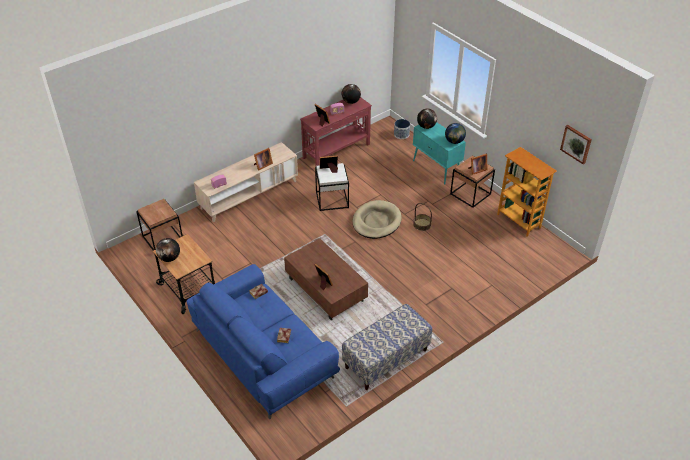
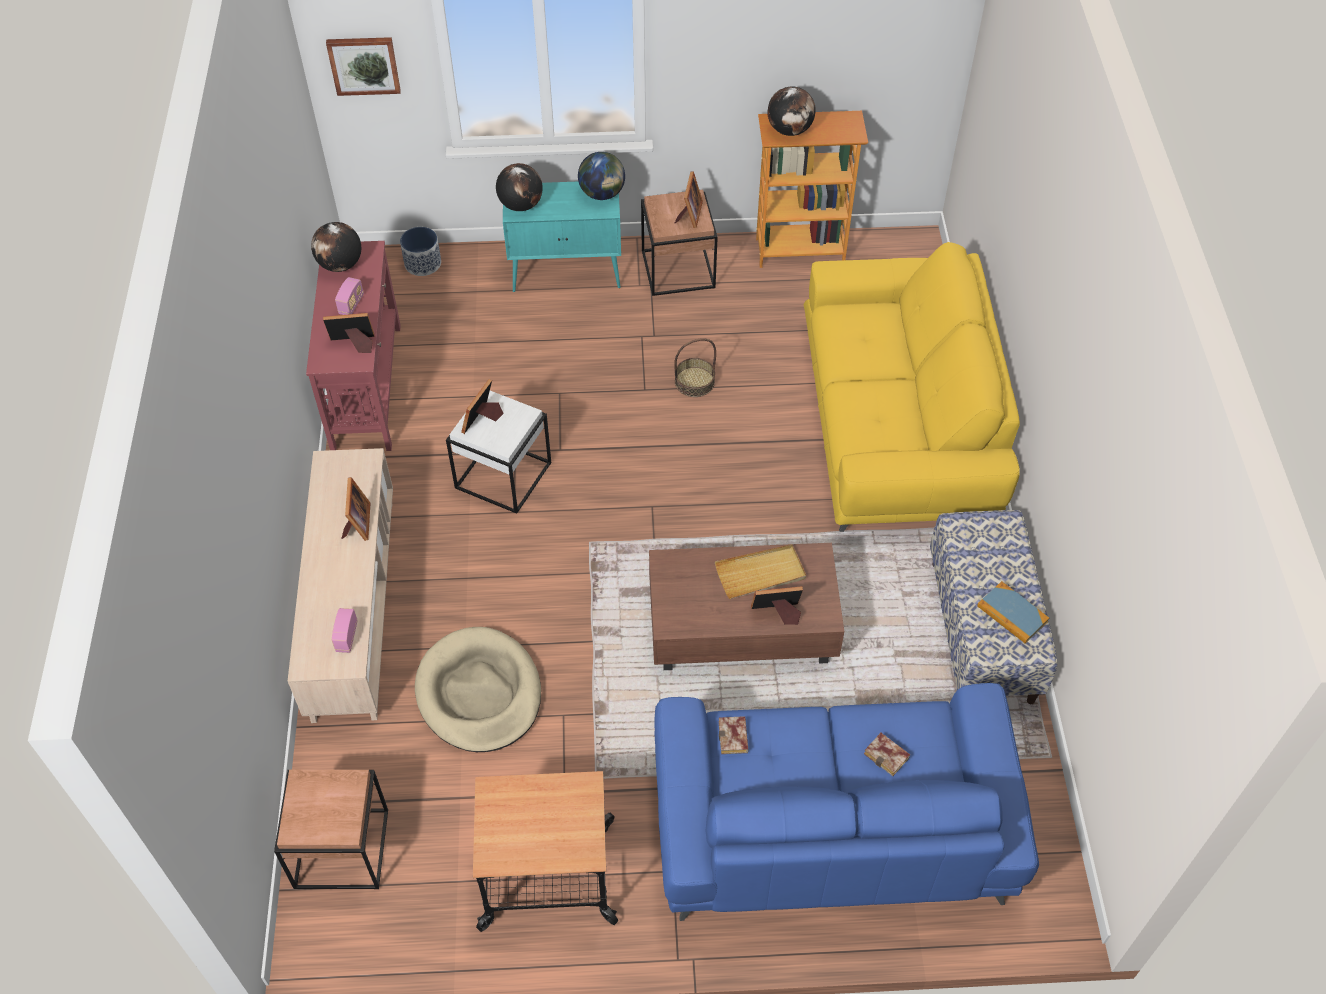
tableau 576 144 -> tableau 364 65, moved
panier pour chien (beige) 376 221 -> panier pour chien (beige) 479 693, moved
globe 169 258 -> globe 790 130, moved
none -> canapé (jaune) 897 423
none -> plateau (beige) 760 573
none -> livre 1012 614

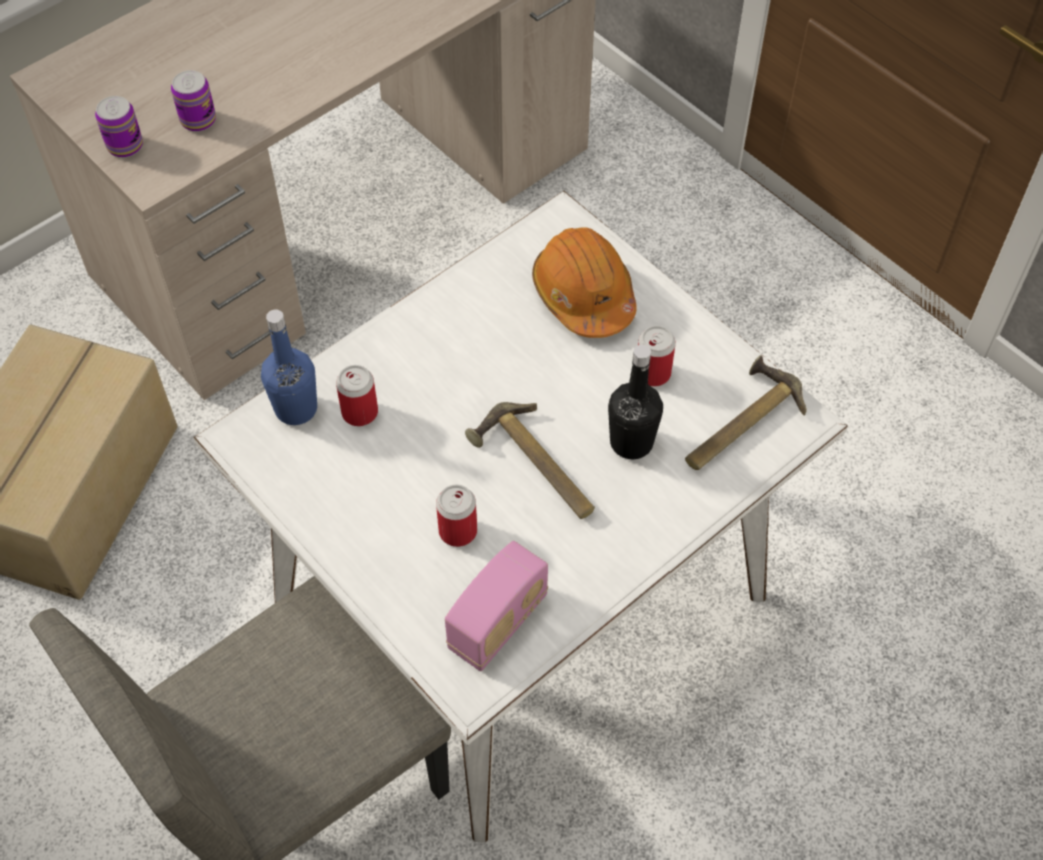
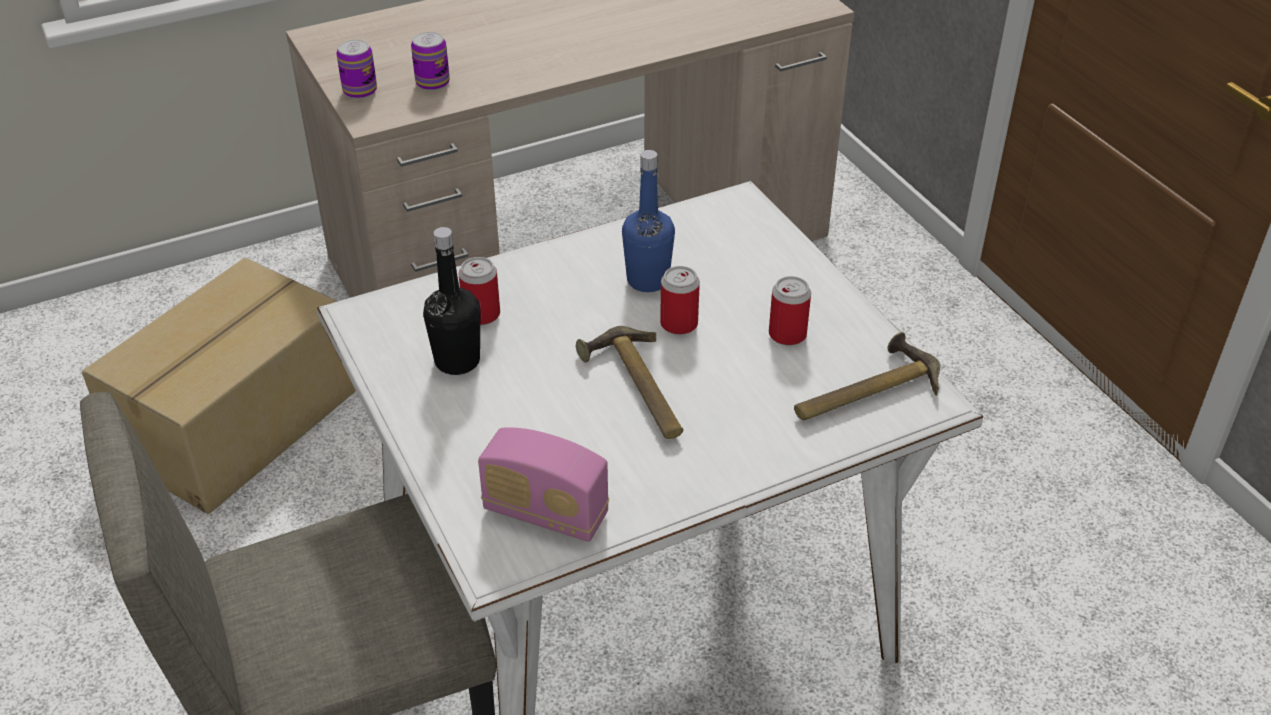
casque de chantier (orange) 583 295 -> none
bouteille (bleu) 296 408 -> bouteille (bleu) 648 280, moved
bouteille (noir) 631 442 -> bouteille (noir) 457 361, moved
boîte métallique 458 531 -> boîte métallique 679 324, moved
radio 498 623 -> radio 545 513, 60 degrees clockwise

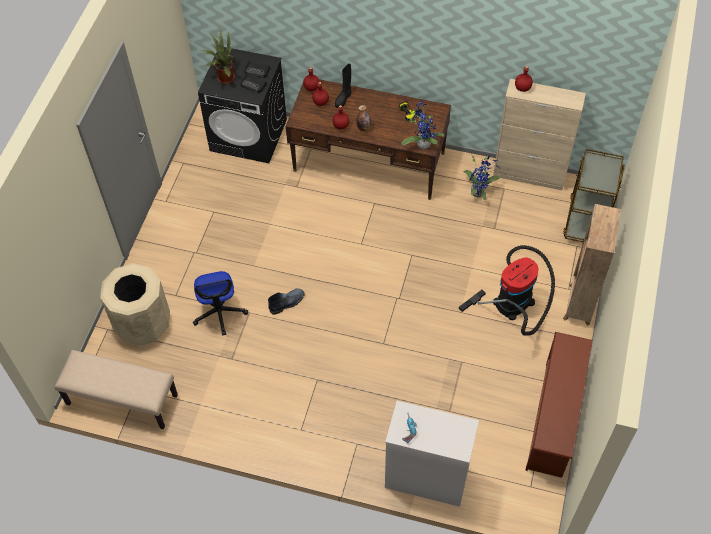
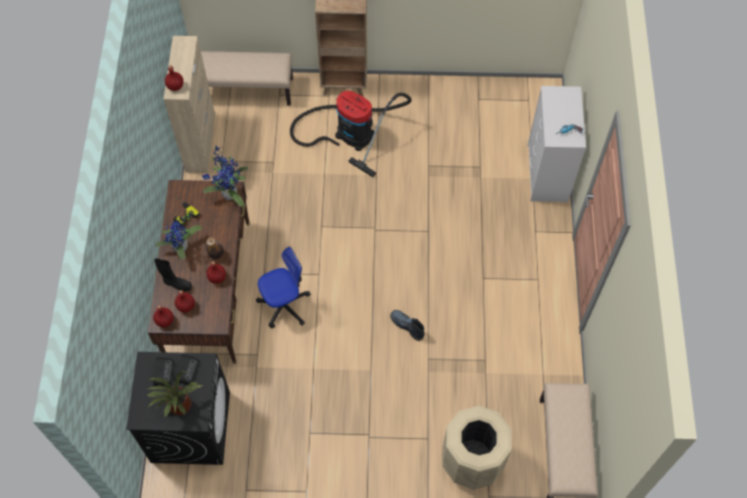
chariot (marron) 587 220 -> banc (beige) 246 90
chaise de bureau 219 312 -> chaise de bureau 284 305, moved
étagère à chaussures (marron) 554 419 -> none
none -> plante en pot 181 248

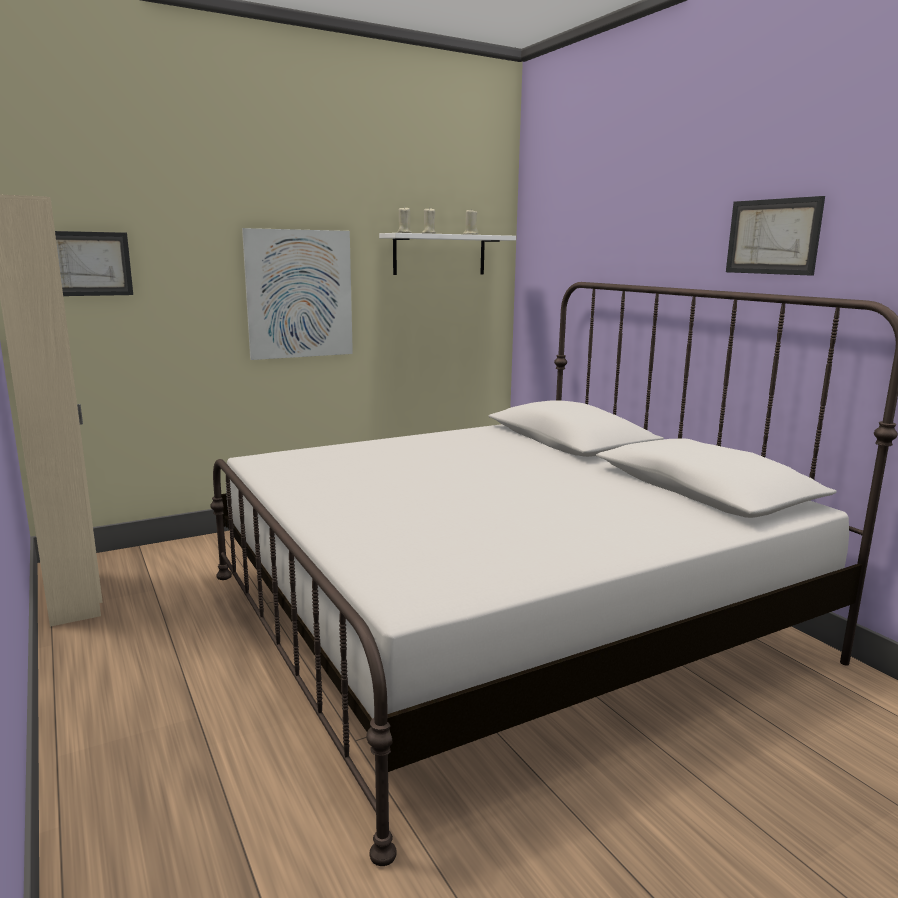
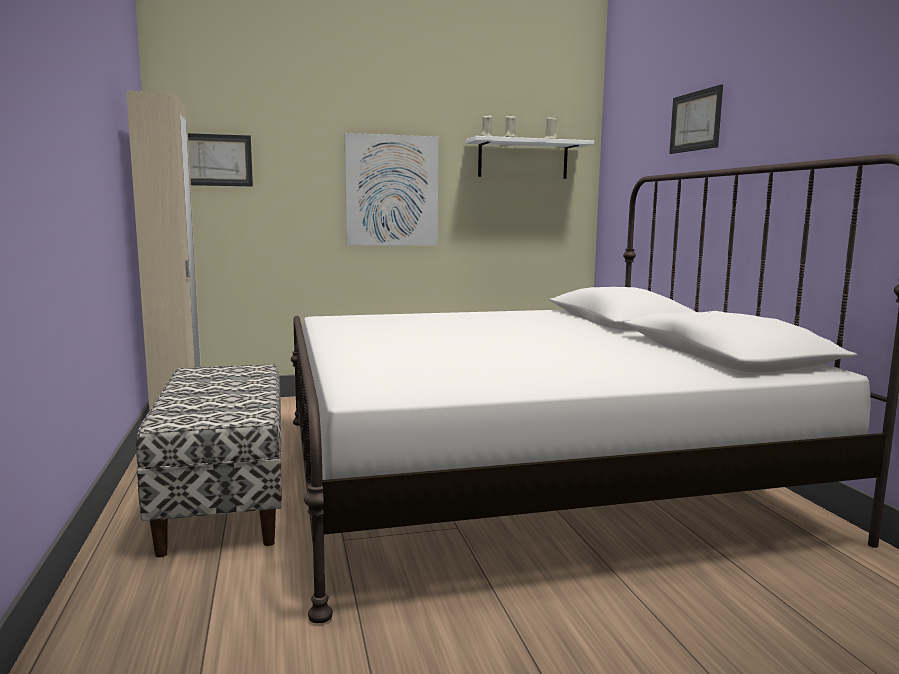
tableau 773 236 -> tableau 695 121, moved
none -> banc 226 498

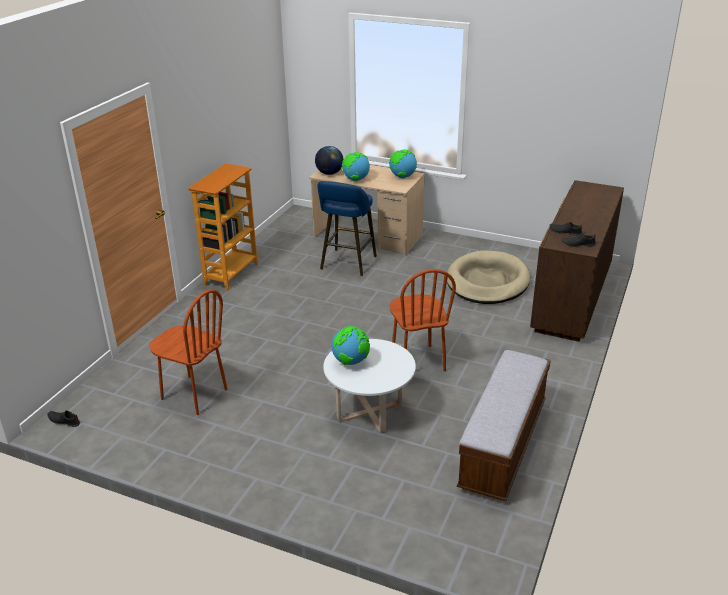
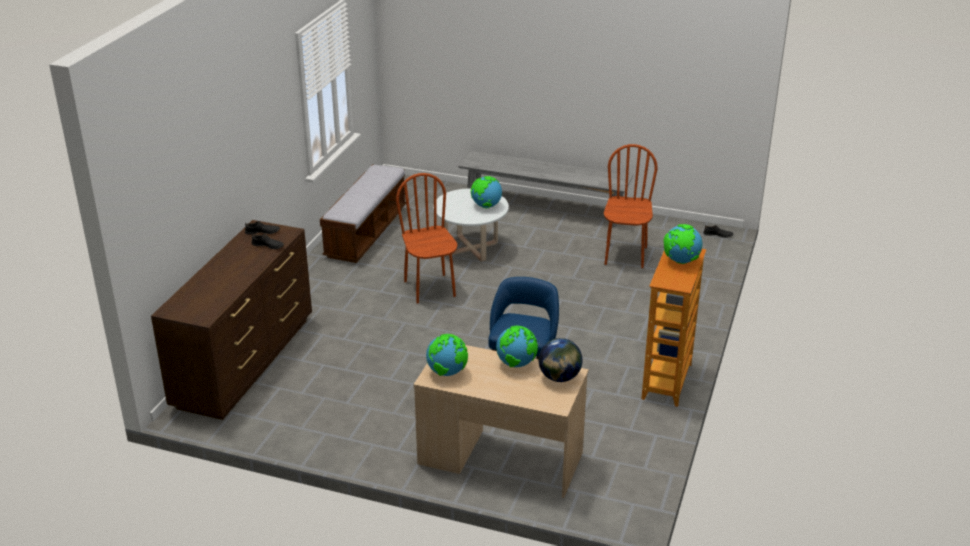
panier pour chien (beige) 487 282 -> none
chaise (marron) 194 394 -> chaise (marron) 625 256, 75 degrees clockwise
none -> banc (gris) 544 208
none -> globe 681 261

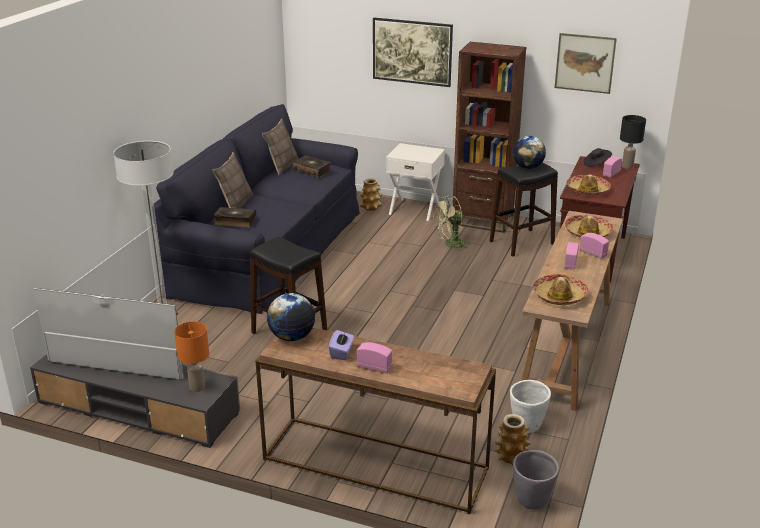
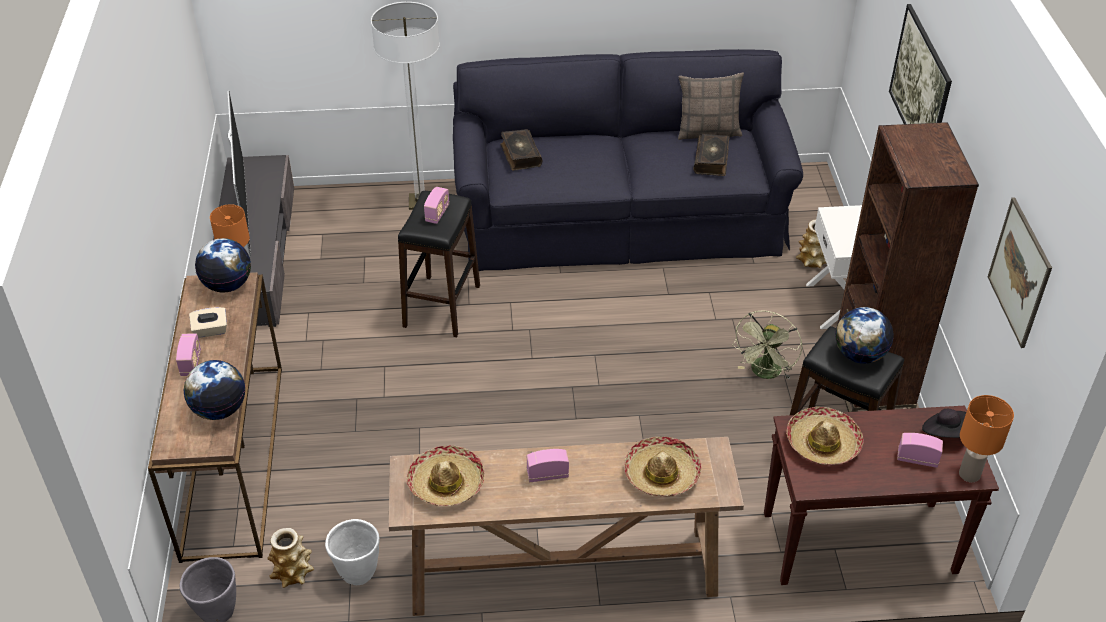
lampe de table (noir) 627 166 -> lampe de table (orange) 969 474
coussin 235 204 -> none
ventilateur (vert) 450 245 -> ventilateur (vert) 765 374, 105 degrees counterclockwise
radio 593 253 -> radio 437 214, moved
boîte à mouchoirs (violet) 342 353 -> boîte à mouchoirs (beige) 211 330
none -> globe 219 409

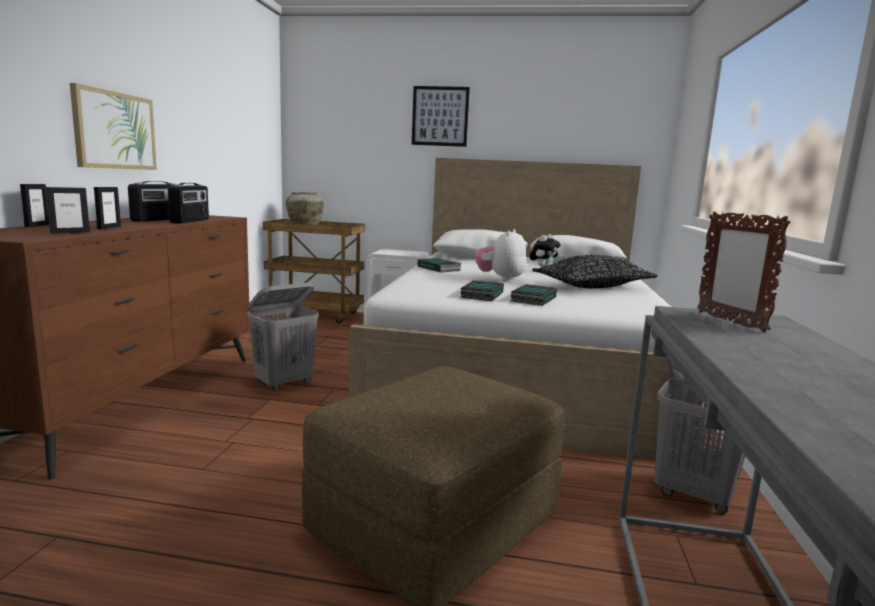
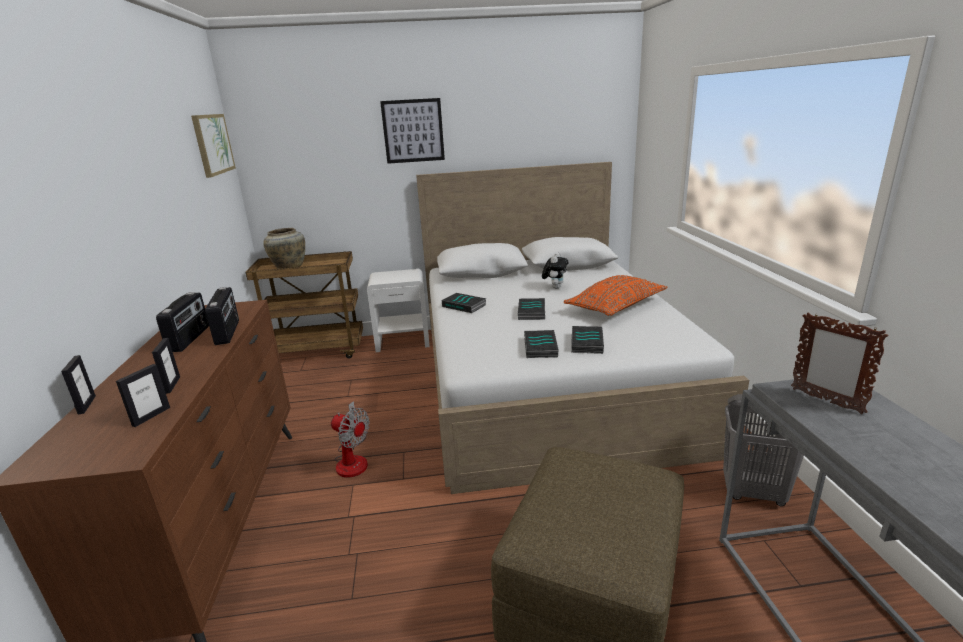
tableau 114 130 -> tableau 213 144, moved
peluche 501 279 -> livre 532 312
coussin (noir) 593 287 -> coussin (orange) 615 307
panier à linge (gris) 284 384 -> ventilateur 353 459

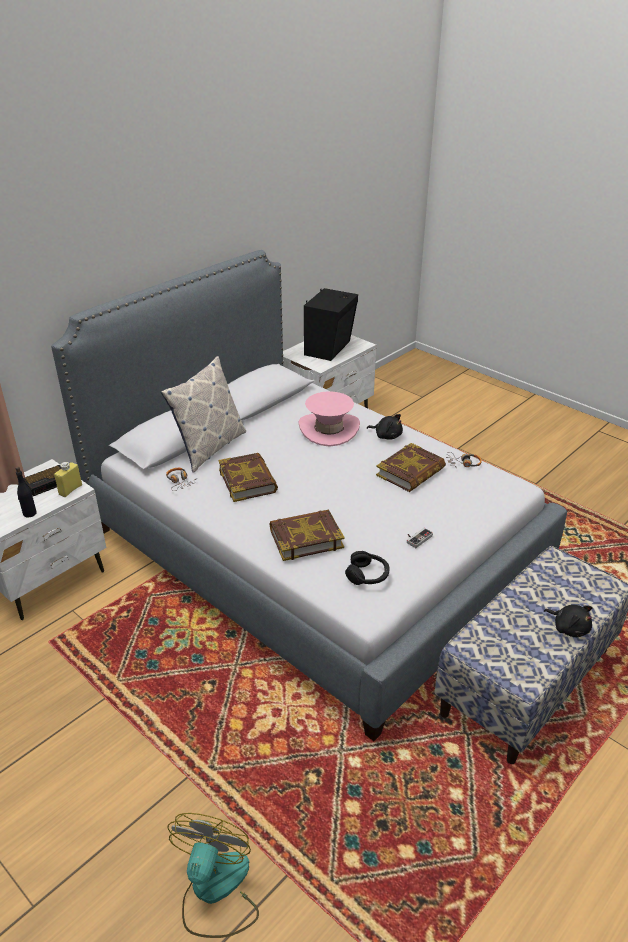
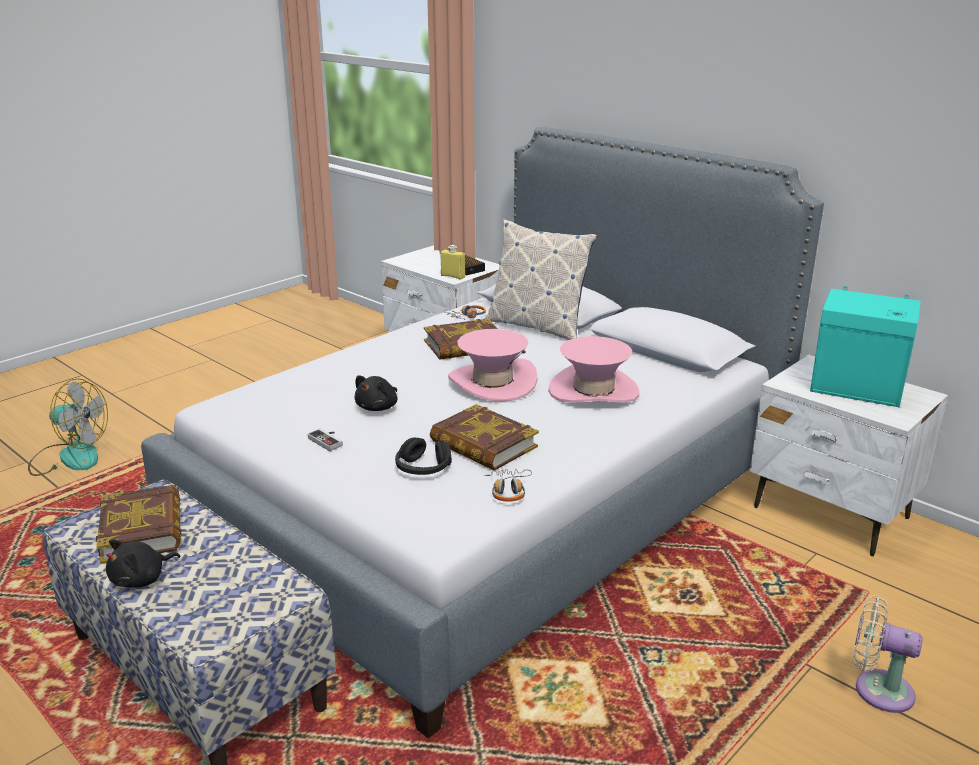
enceinte (noir) 330 348 -> enceinte (turquoise) 857 391
peluche (noir) 387 435 -> peluche (noir) 378 407, moved
bouteille (noir) 29 513 -> none
livre 306 538 -> livre 142 530, moved
casque audio (noir) 368 575 -> casque audio (noir) 423 468, moved
none -> chapeau (rose) 492 382
none -> ventilateur (beige) 877 689

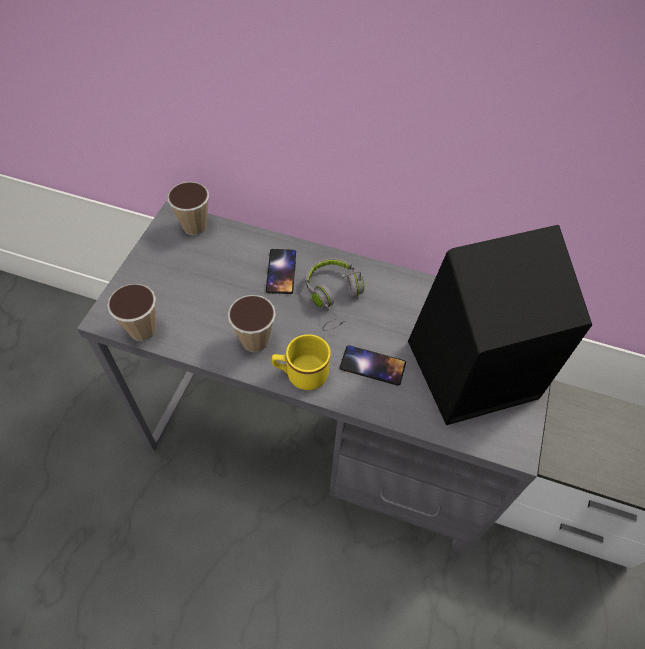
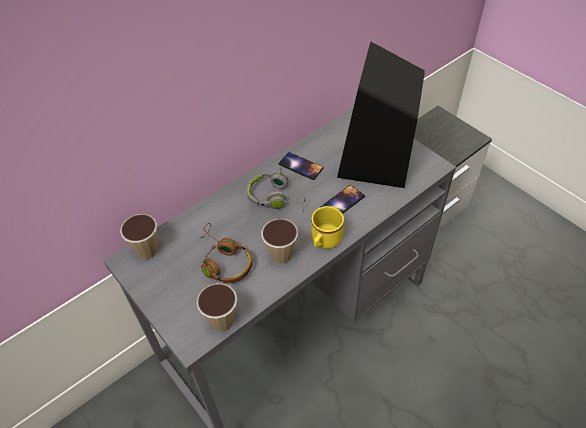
téléphone 281 271 -> téléphone 301 166, moved
none -> casque audio (marron) 223 261

